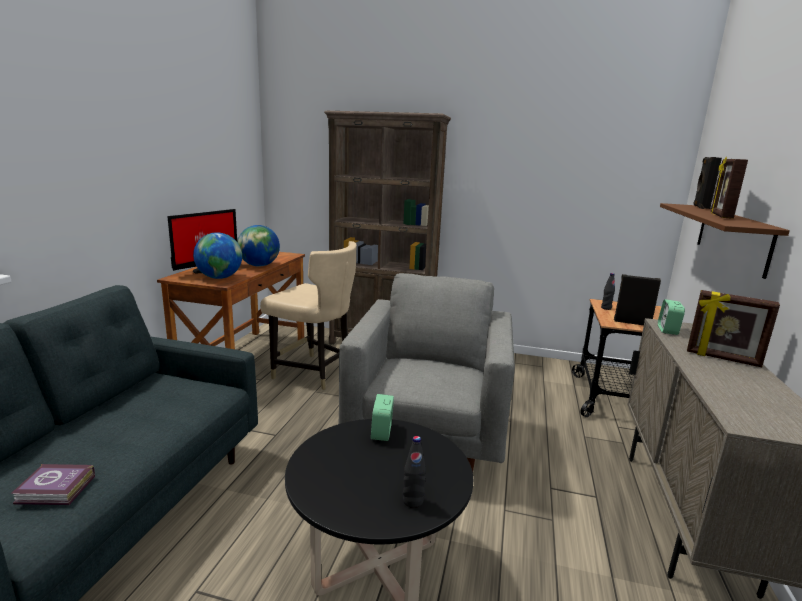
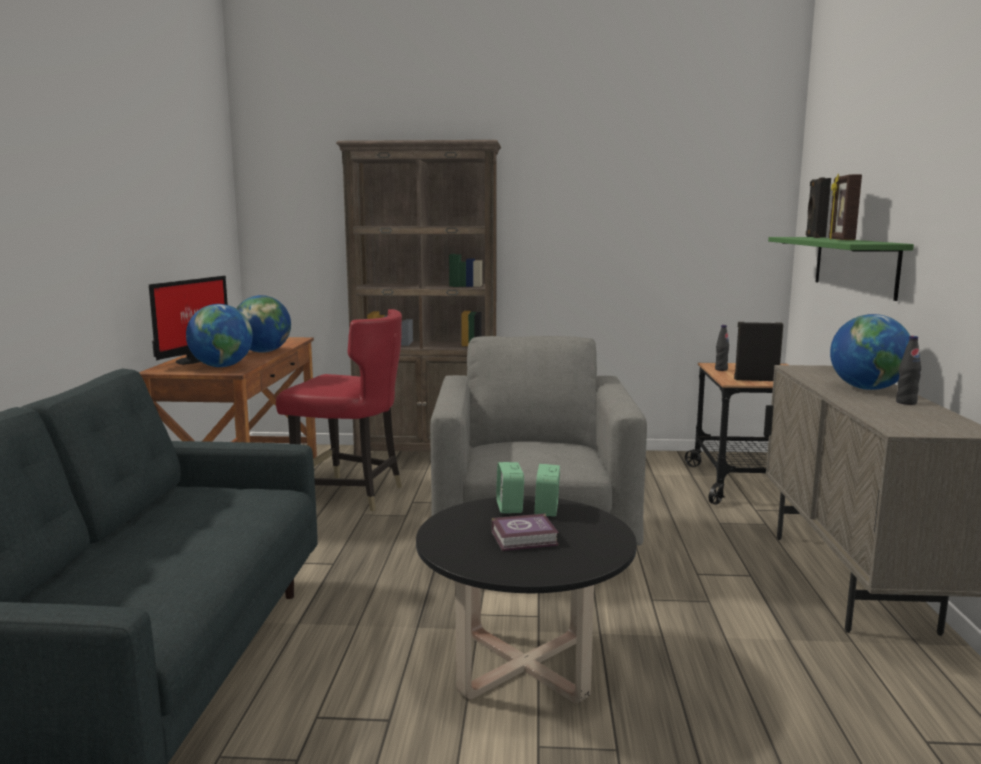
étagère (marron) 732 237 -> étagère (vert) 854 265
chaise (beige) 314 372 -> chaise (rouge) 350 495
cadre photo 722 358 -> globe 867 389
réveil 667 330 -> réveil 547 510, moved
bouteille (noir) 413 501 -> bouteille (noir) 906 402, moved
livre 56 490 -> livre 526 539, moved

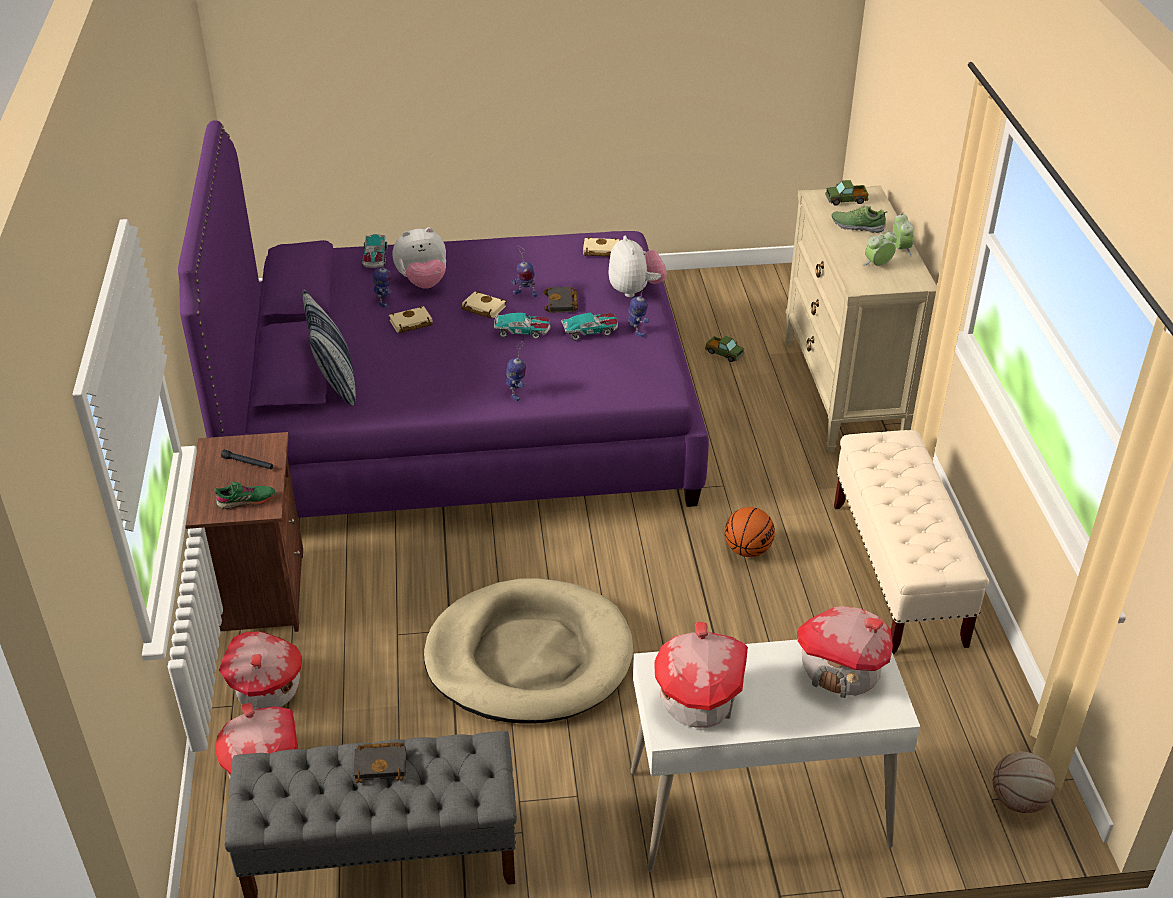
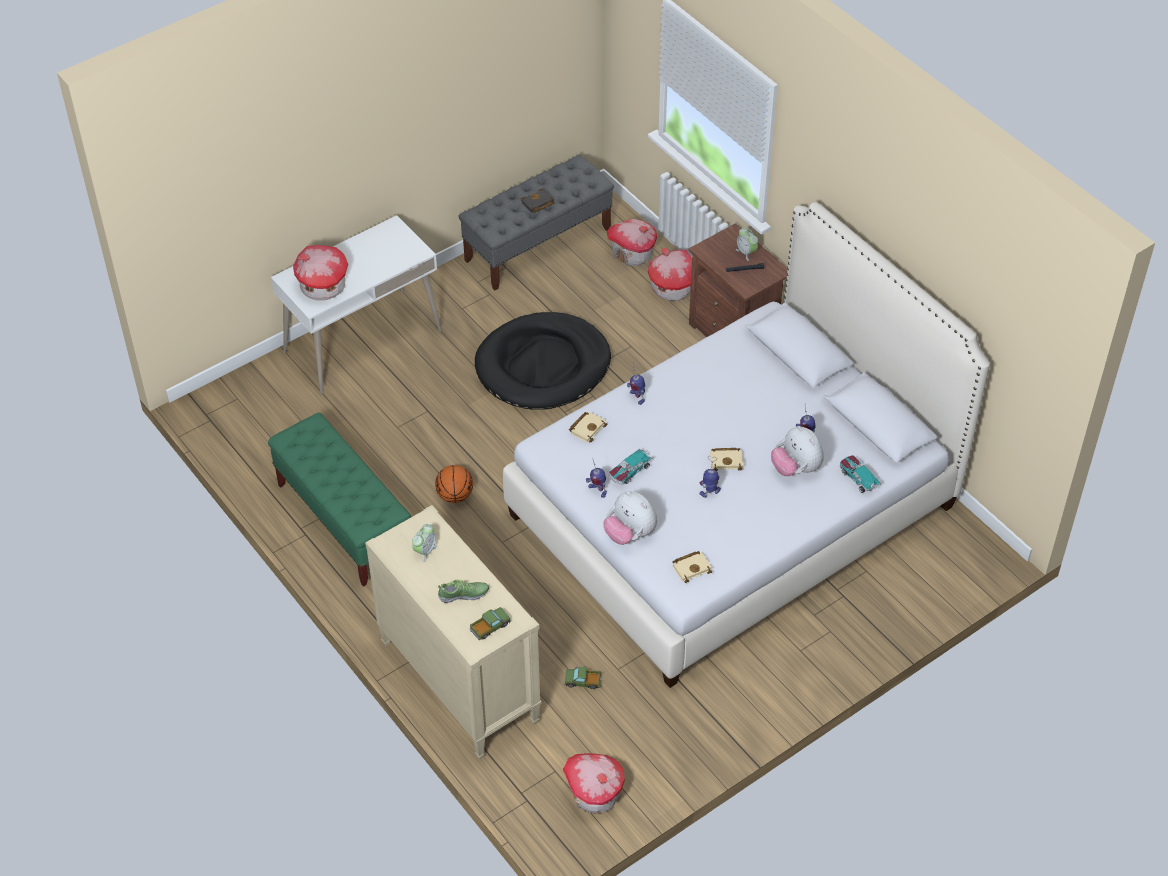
lit (violet) 459 424 -> lit (blanc) 732 510
réveil 900 249 -> réveil 746 252, moved
peluche 423 282 -> peluche 796 468, 75 degrees counterclockwise
livre (noir) 562 303 -> none
coussin 335 382 -> none
livre (beige) 410 324 -> livre (beige) 587 428, moved
petite voiture 522 331 -> none
banc (beige) 897 574 -> banc (vert) 344 521
chaussure (vert) 246 501 -> none
panier pour chien (beige) 529 657 -> panier pour chien (noir) 543 366
maison miniature 699 700 -> maison miniature 594 793, moved
ballon de basket 1018 801 -> none

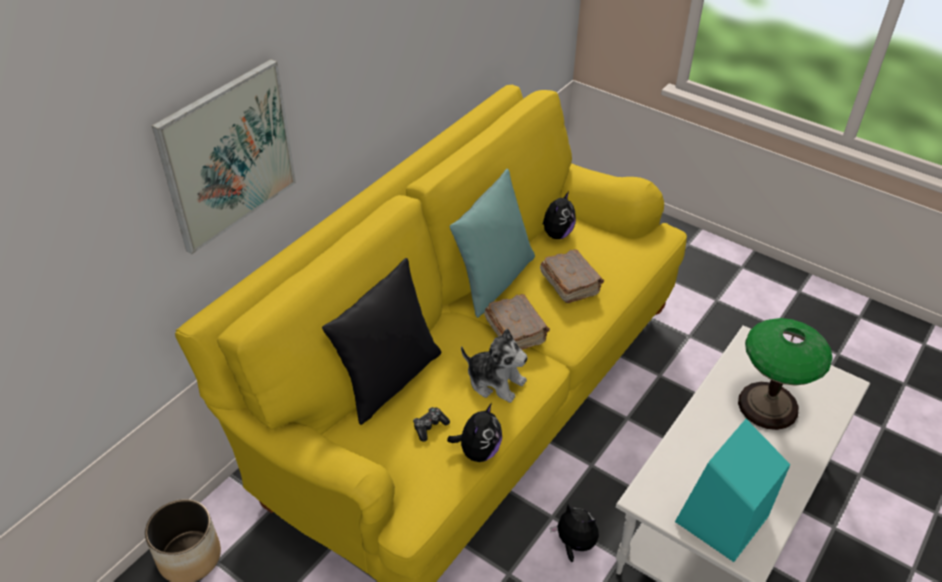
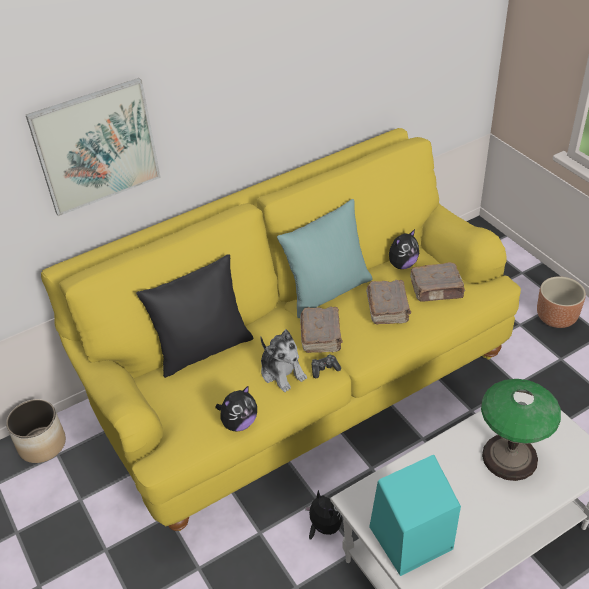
manette 429 426 -> manette 324 369, moved
none -> livre (marron) 437 290
none -> cache-pot (marron) 556 318

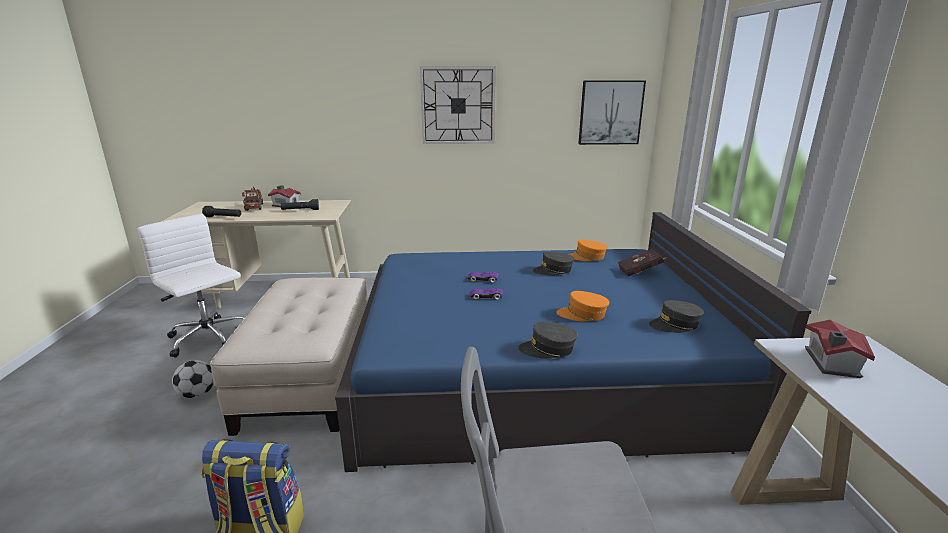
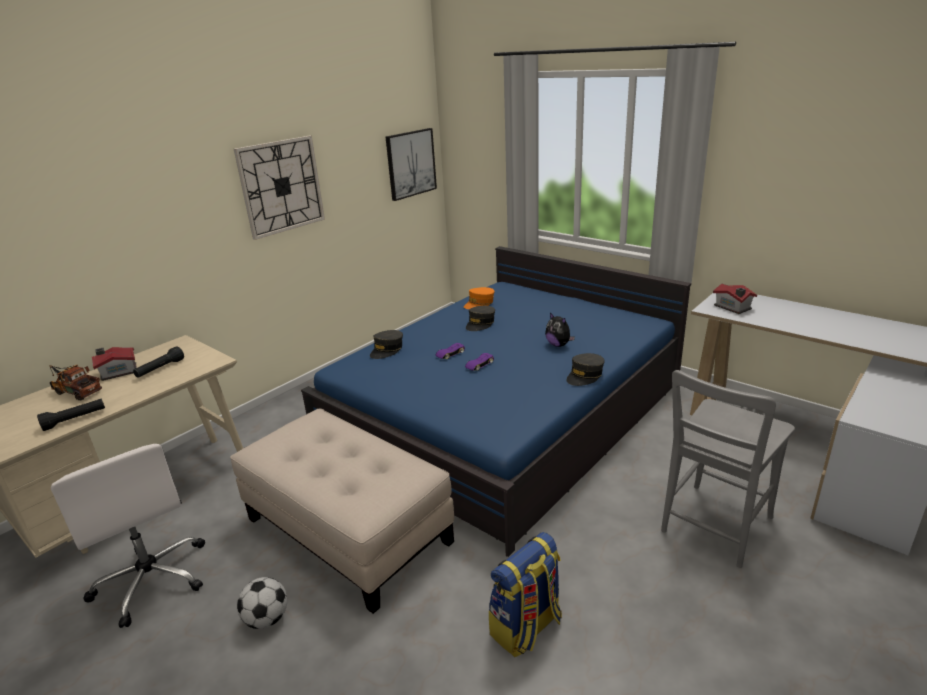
chaise de bureau (blanc) 209 337 -> chaise de bureau (blanc) 152 579, 120 degrees counterclockwise
livre (rouge) 641 272 -> none
casquette (orange) 582 314 -> peluche 558 345
casquette (gris) 675 324 -> casquette (gris) 387 350, moved

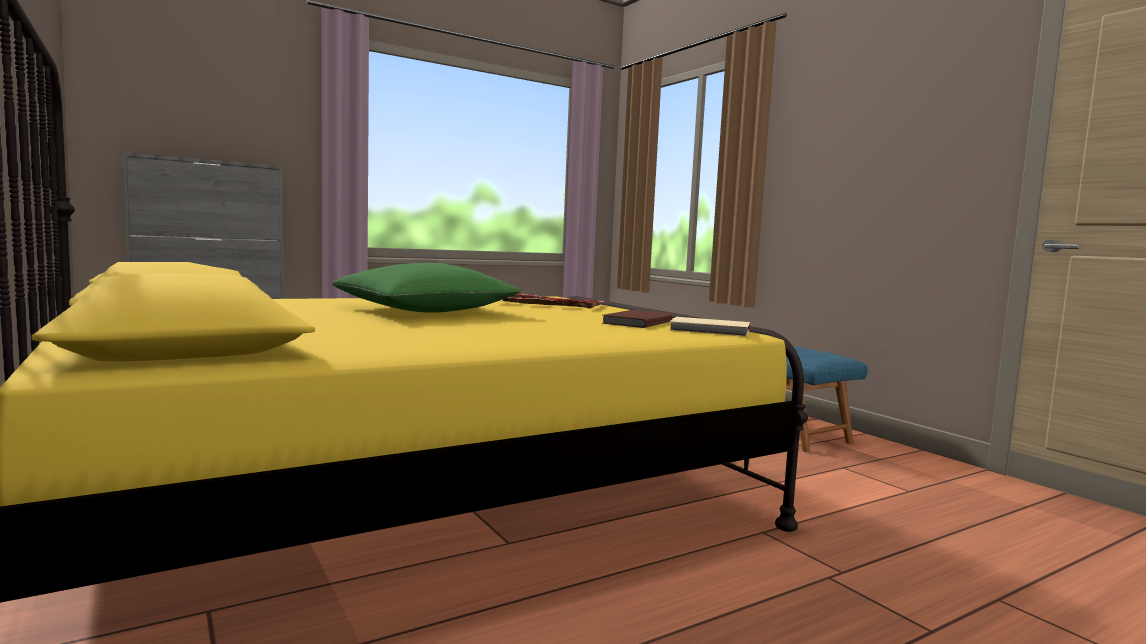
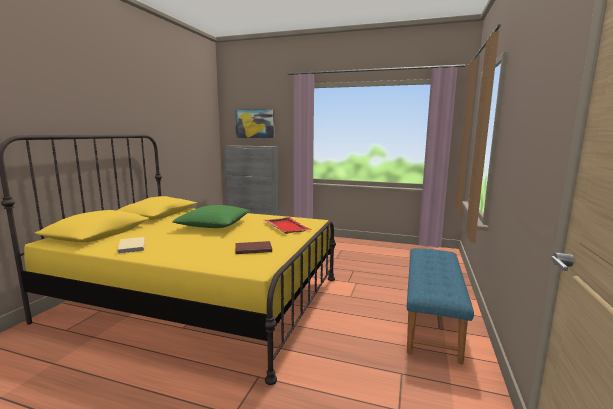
livre (beige) 710 330 -> livre (beige) 131 247, moved
none -> tableau 255 124

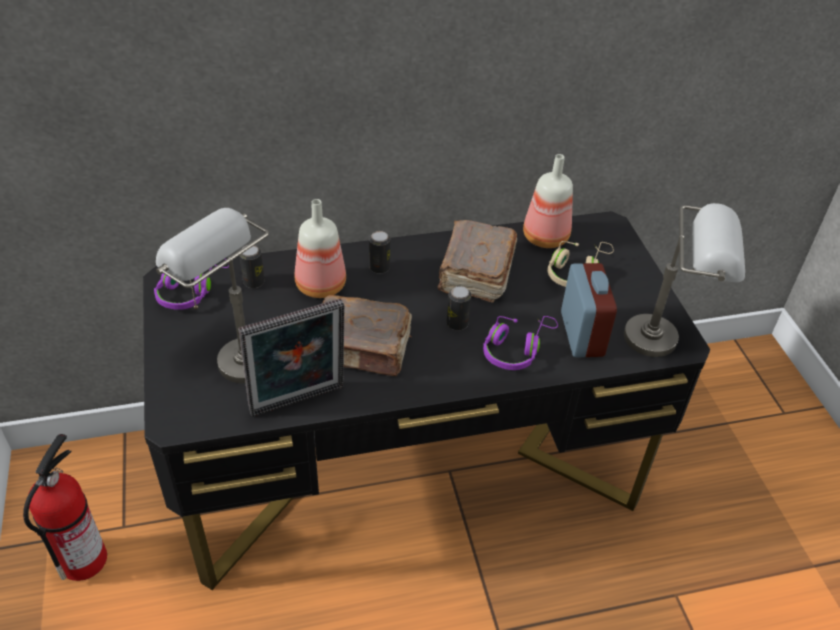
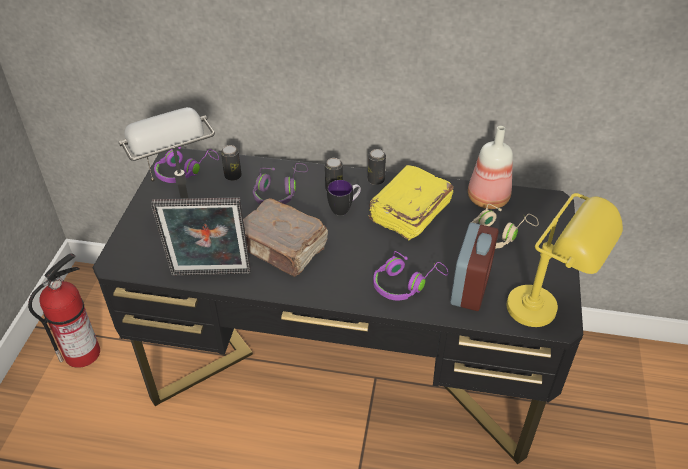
bouteille 319 286 -> casque audio (violet) 279 192
lampe de table (gris) 669 339 -> lampe de table (jaune) 548 314
livre (marron) 475 273 -> livre (jaune) 409 213
boîte métallique 457 323 -> boîte métallique 376 180, moved
none -> mug 344 208

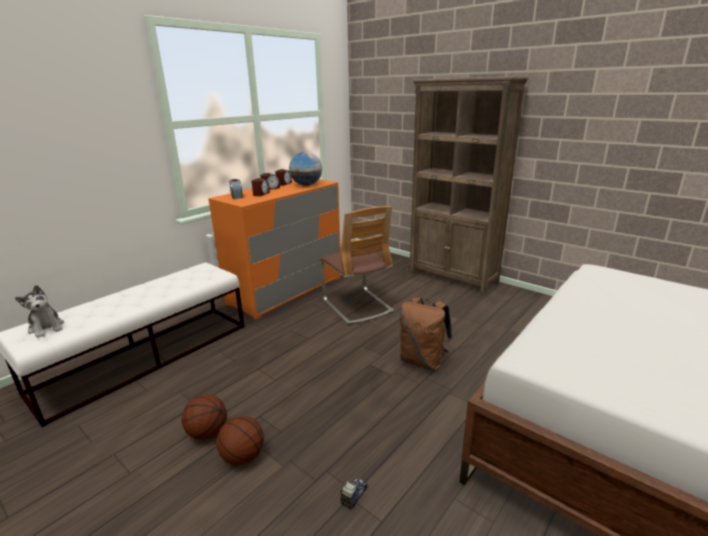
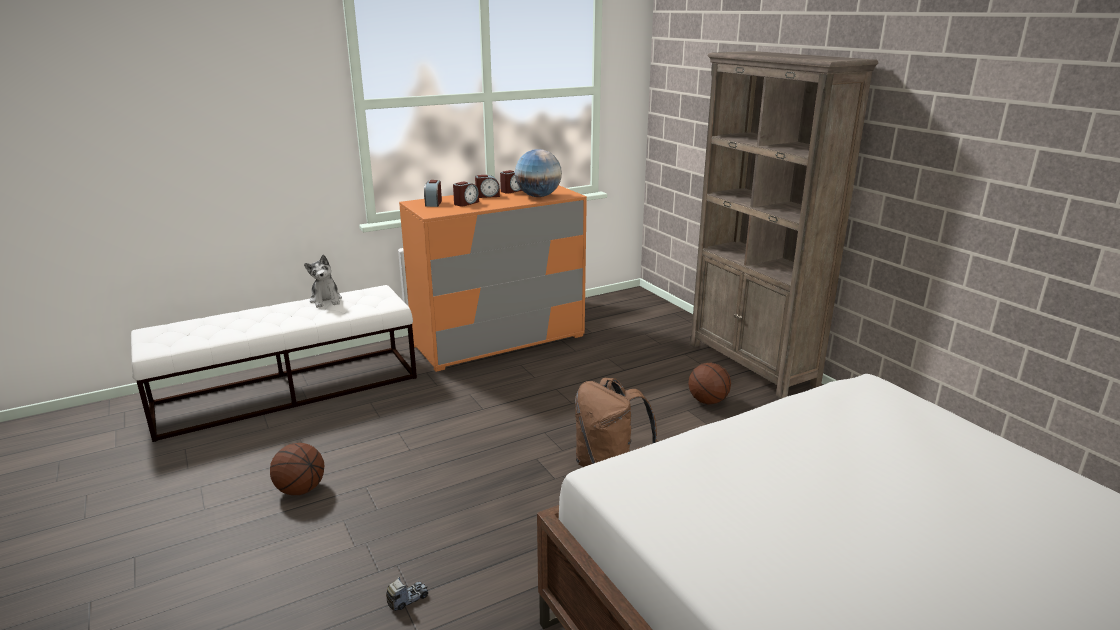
chaise 357 306 -> none
peluche 47 328 -> peluche 326 300, moved
ballon de basket 243 456 -> ballon de basket 708 401, moved

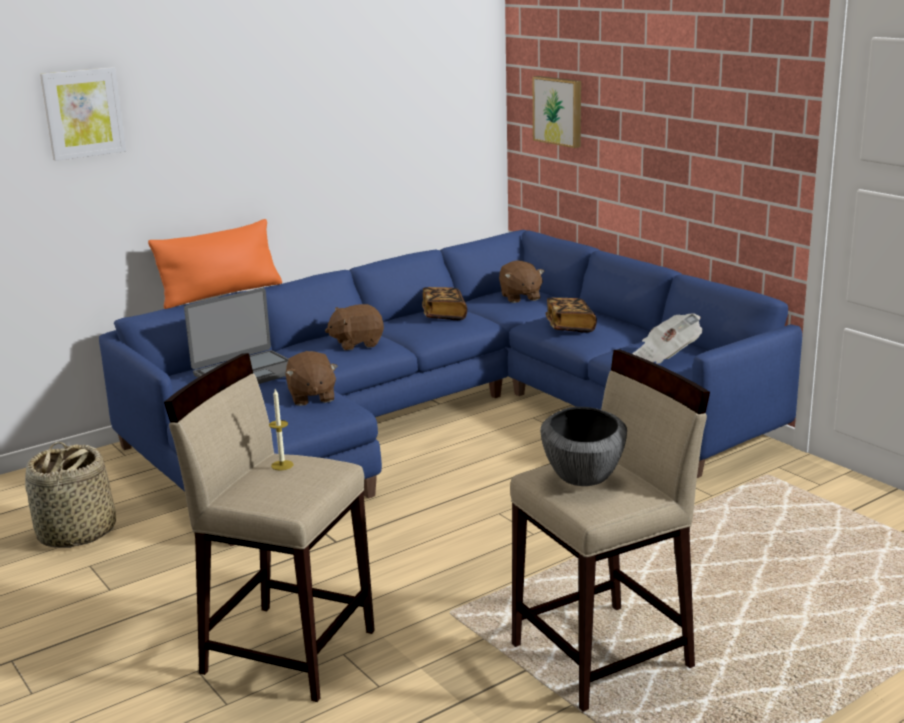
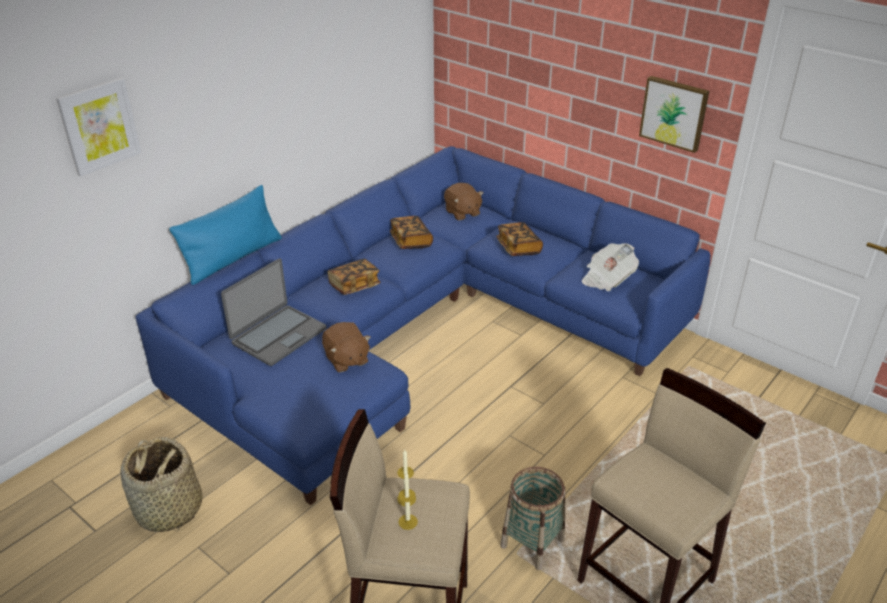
tableau 559 111 -> tableau 674 113, moved
coussin (orange) 221 294 -> coussin (bleu) 233 258
peluche (marron) 357 343 -> livre 354 285
bol 582 478 -> none
none -> panier 532 543
none -> bougie 408 522

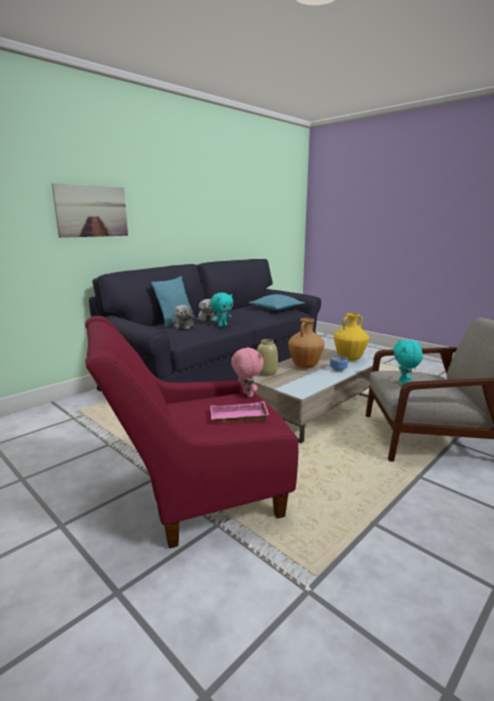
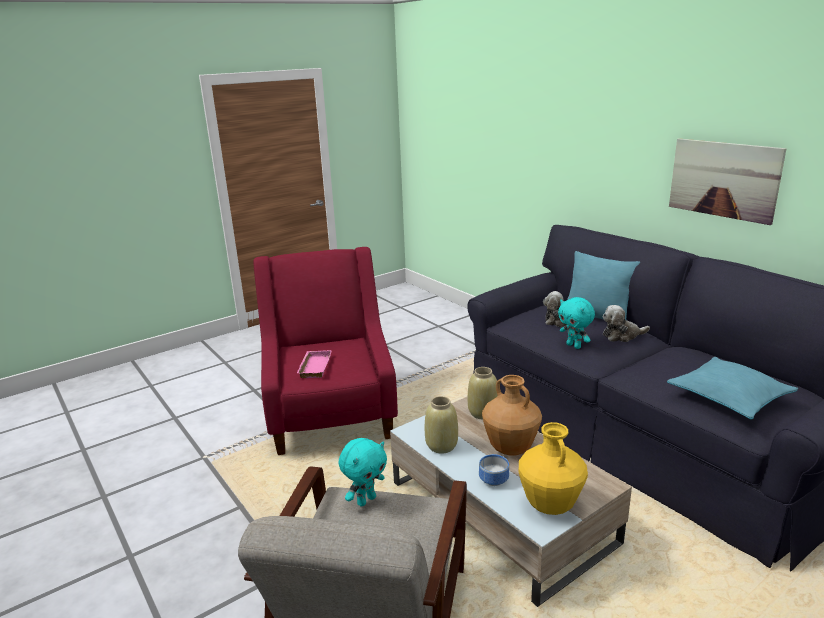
tableau 92 211 -> tableau 723 179, moved
peluche (turquoise) 404 383 -> peluche (turquoise) 366 500, 120 degrees clockwise
peluche (rose) 246 394 -> none
none -> vase (beige) 441 446

